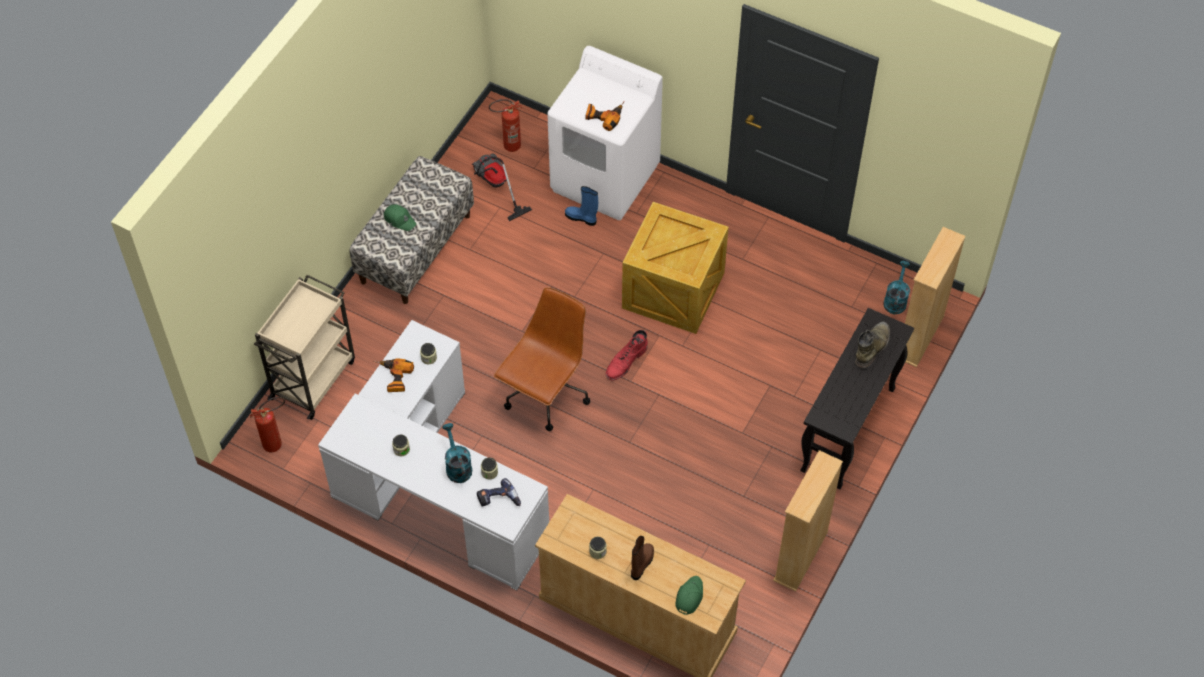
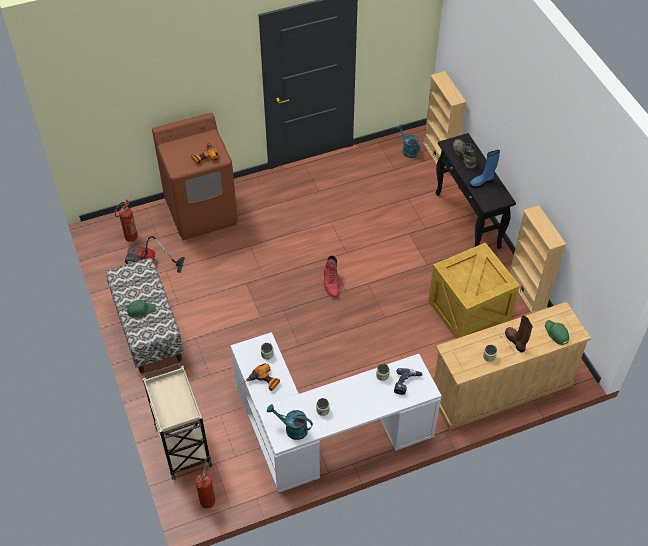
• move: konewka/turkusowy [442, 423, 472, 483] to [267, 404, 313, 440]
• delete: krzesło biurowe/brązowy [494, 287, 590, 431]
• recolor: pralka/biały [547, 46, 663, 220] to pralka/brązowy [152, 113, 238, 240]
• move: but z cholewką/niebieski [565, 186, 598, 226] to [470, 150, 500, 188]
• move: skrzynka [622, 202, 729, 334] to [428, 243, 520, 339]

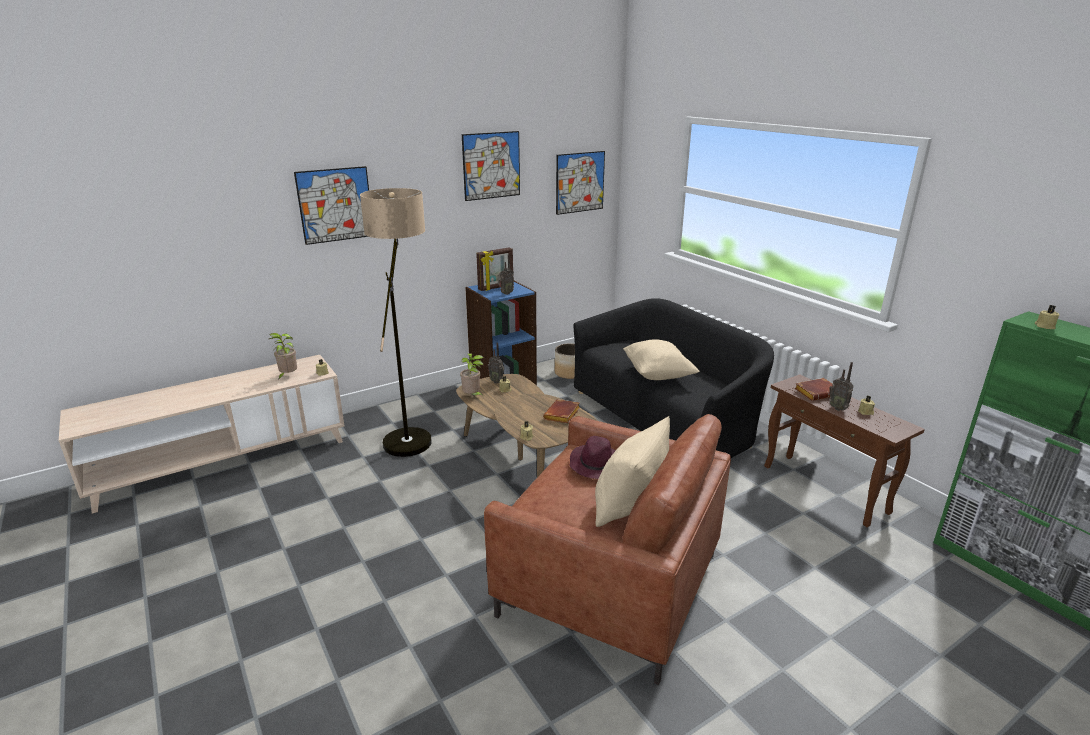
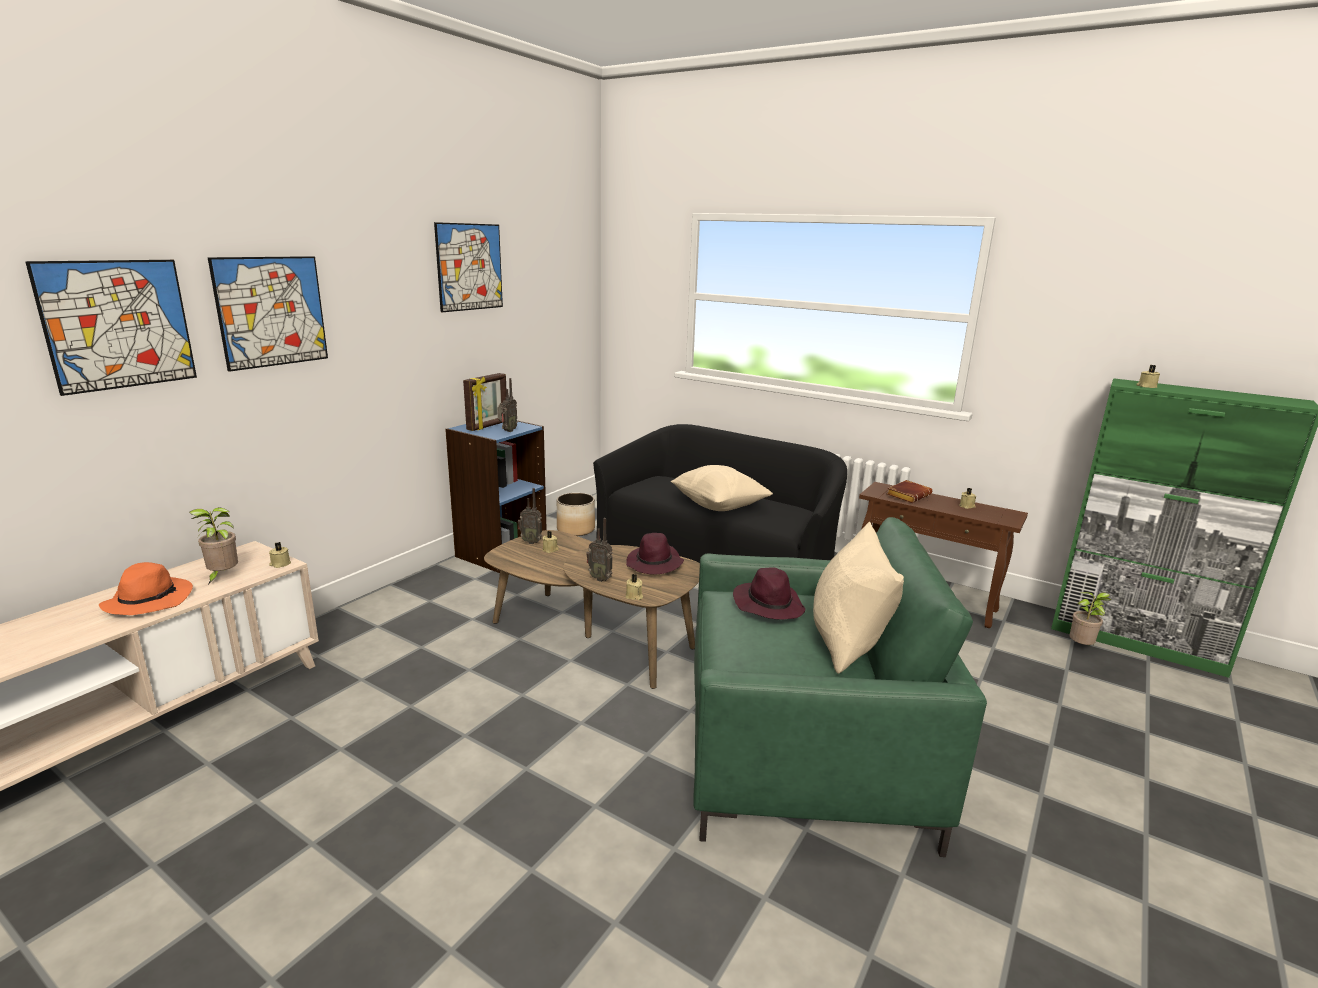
• delete: lampa stojąca [360, 188, 431, 457]
• move: roślina doniczkowa [460, 353, 484, 397] to [1070, 592, 1112, 646]
• recolor: fotel/brązowy [484, 414, 731, 685] to fotel/zielony [693, 517, 987, 857]
• replace: książka/brązowy [543, 399, 580, 423] to kapelusz/fioletowy [626, 533, 684, 575]
• move: obraz [556, 151, 605, 215] to [25, 260, 197, 396]
• move: radio [829, 362, 853, 411] to [586, 518, 613, 582]
• insert: kapelusz/pomarańczowy [99, 562, 193, 615]

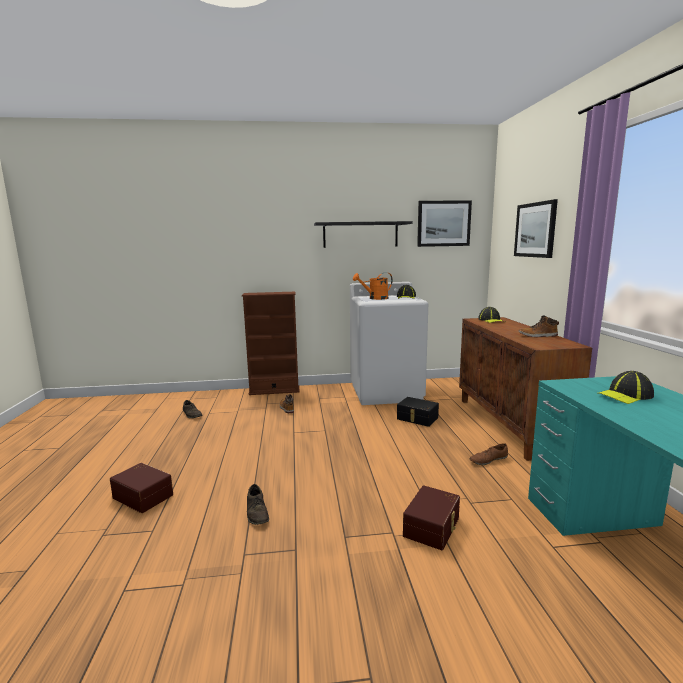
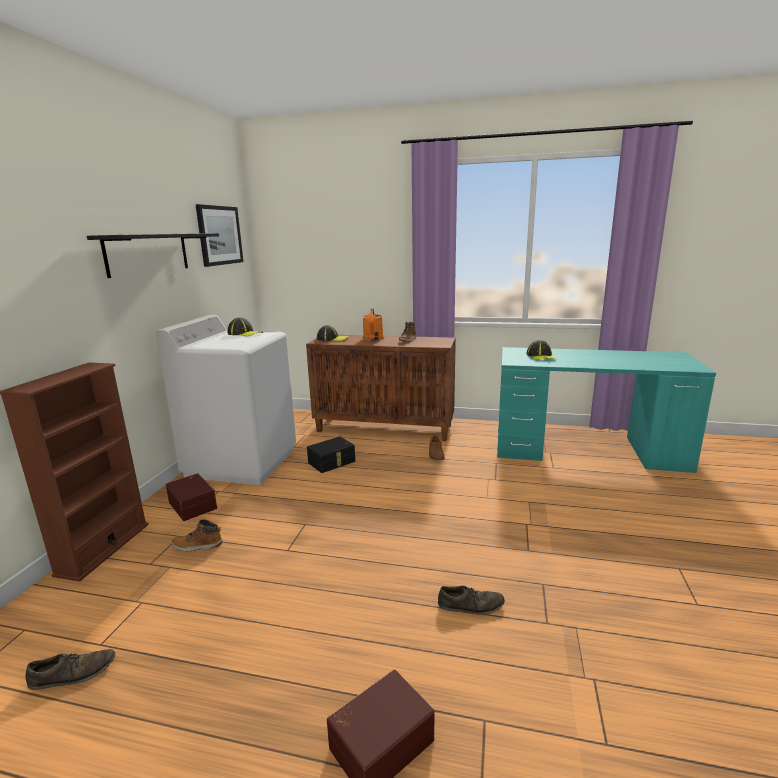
• move: konewka/pomarańczowy [353, 272, 393, 300] to [362, 309, 383, 341]
• move: pojemnik do przechowywania/brązowy [403, 485, 460, 550] to [166, 473, 217, 521]
• delete: obraz [514, 199, 558, 258]

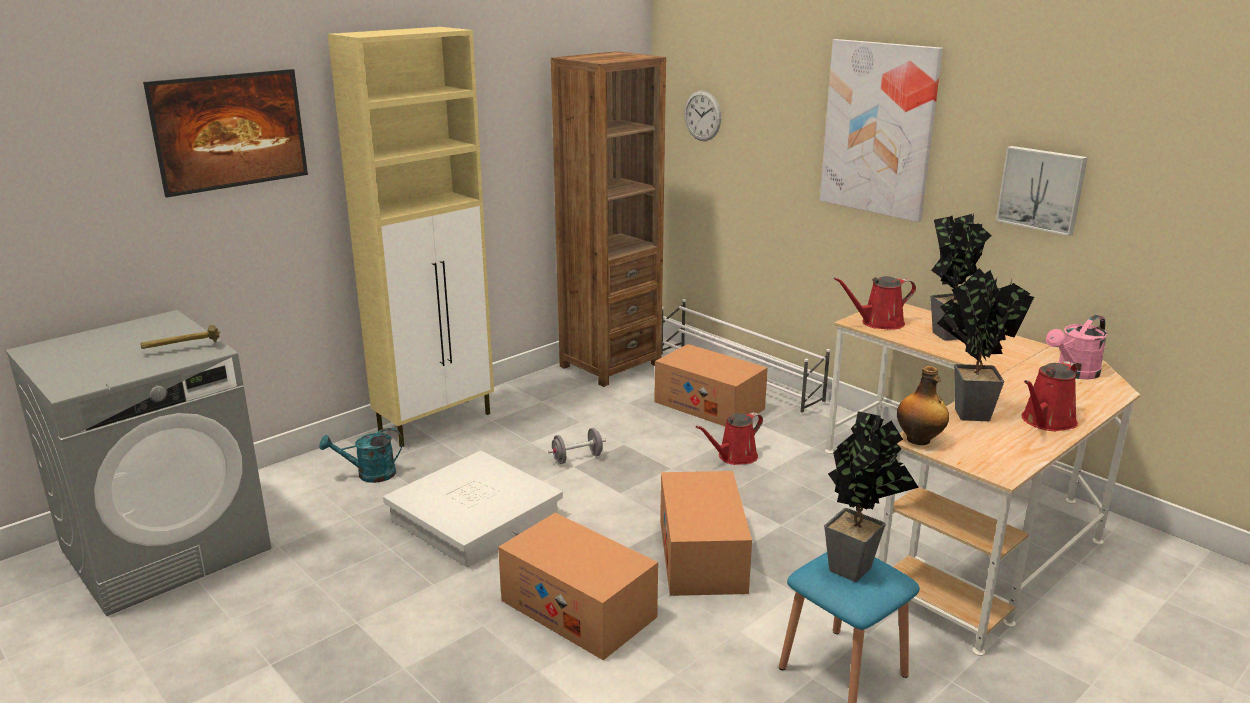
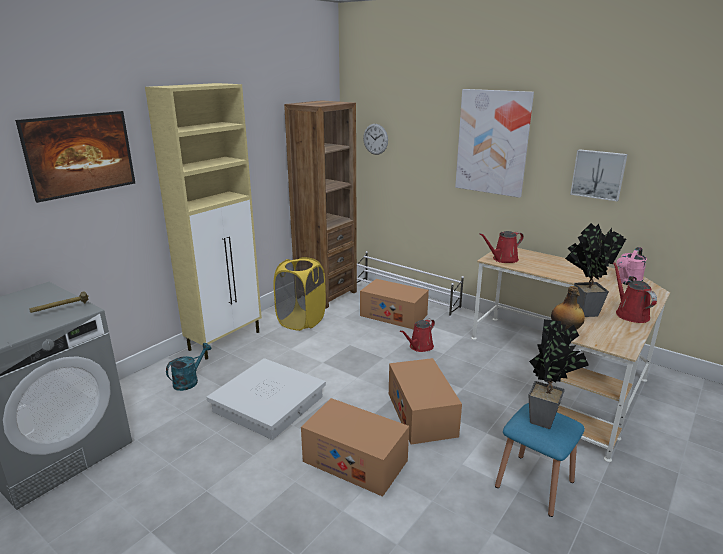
• rotate: konewka/turkusowy [319, 428, 403, 483] = [166, 343, 212, 391] 150 degrees clockwise
• delete: hantel/szary [548, 428, 606, 464]
• delete: roślina doniczkowa [931, 214, 991, 341]
• rotate: konewka/czerwony [1022, 361, 1078, 431] = [613, 262, 657, 323] 135 degrees clockwise
• insert: kosz na pranie/żółty [273, 257, 326, 331]

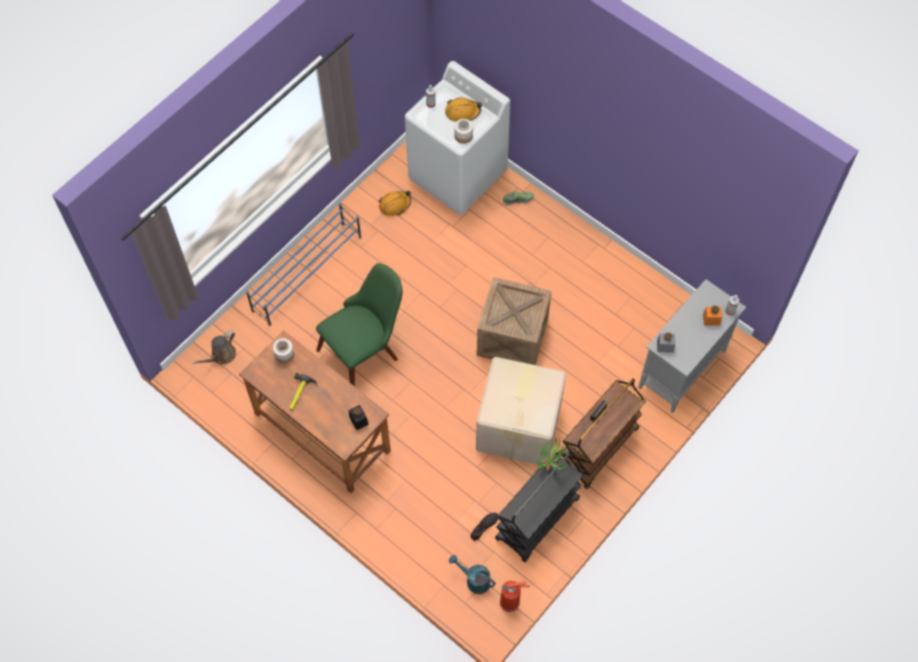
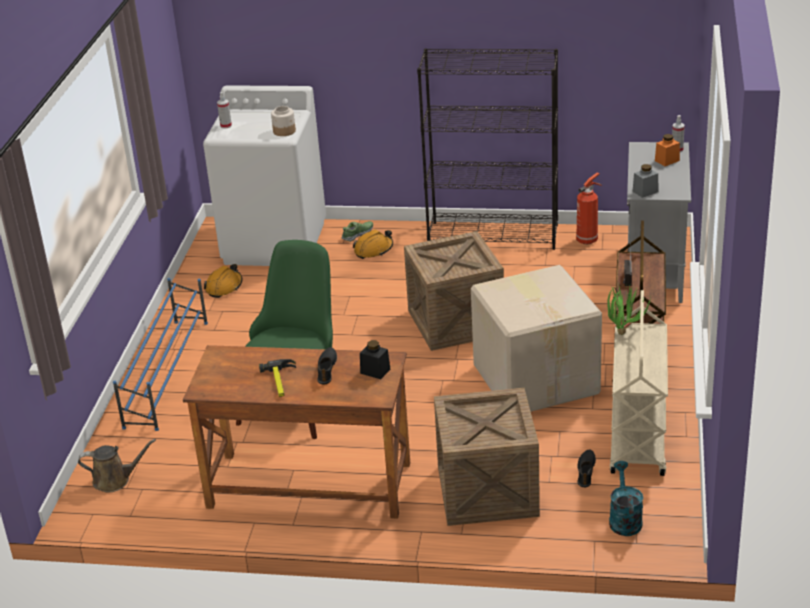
• rotate: konewka/brązowy [192, 331, 236, 365] = [78, 439, 156, 492] 105 degrees counterclockwise
• delete: słoik [273, 338, 294, 364]
• move: kask/pomarańczowy [445, 98, 482, 122] to [353, 230, 393, 259]
• rotate: konewka/turkusowy [449, 555, 496, 594] = [609, 461, 643, 536] 90 degrees clockwise
• recolor: wózek/czarny [495, 452, 584, 563] to wózek/beżowy [610, 290, 668, 476]
• move: gaśnica [500, 581, 530, 612] to [576, 172, 602, 244]
• insert: but/czarny [317, 347, 337, 384]
• insert: regał/czarny [417, 48, 558, 250]
• insert: skrzynka [434, 388, 540, 526]

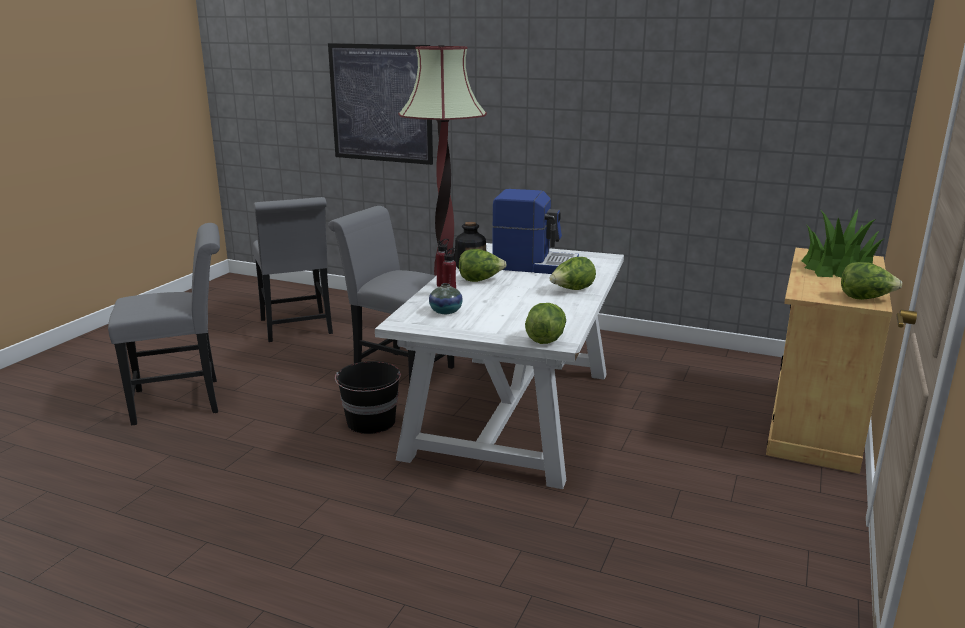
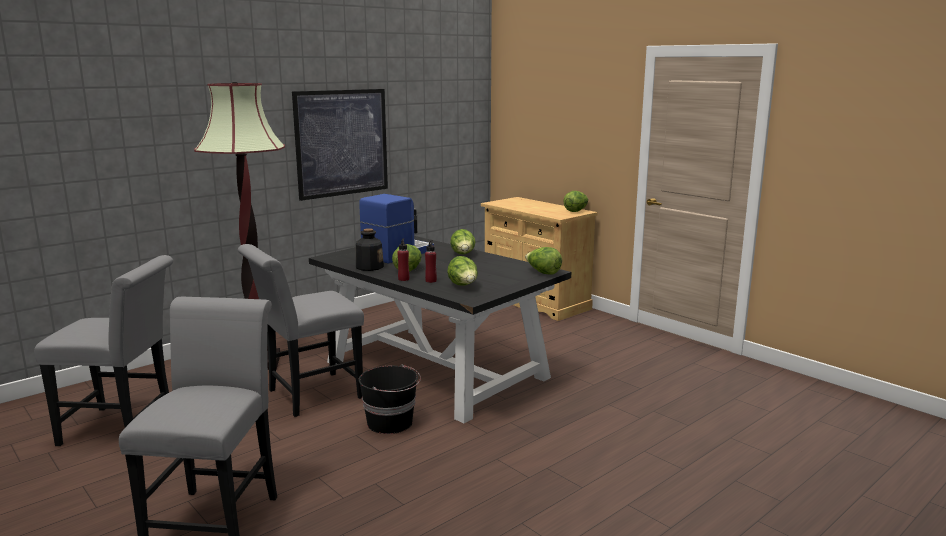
• move: obraz [328, 43, 433, 165] to [292, 89, 388, 201]
• recolor: stół jadalny/biały [375, 243, 624, 489] to stół jadalny/czarny [309, 236, 571, 423]
• replace: wazon [429, 283, 463, 314] to sałata [447, 256, 478, 286]
• delete: roślina doniczkowa [802, 209, 885, 278]

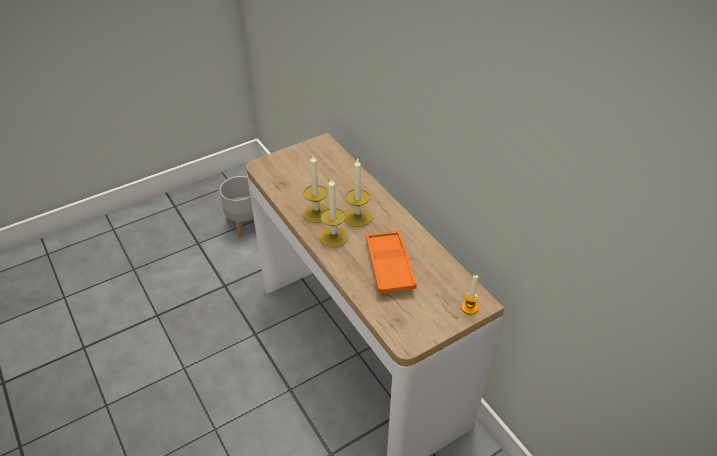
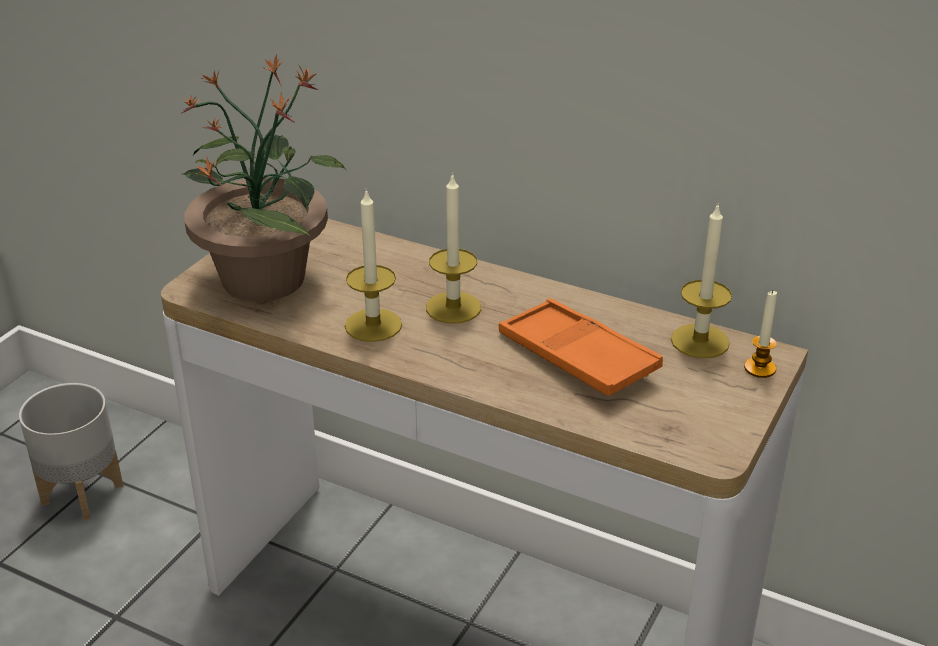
• move: świeca [320, 177, 348, 247] to [671, 204, 732, 358]
• insert: roślina doniczkowa [180, 54, 346, 302]

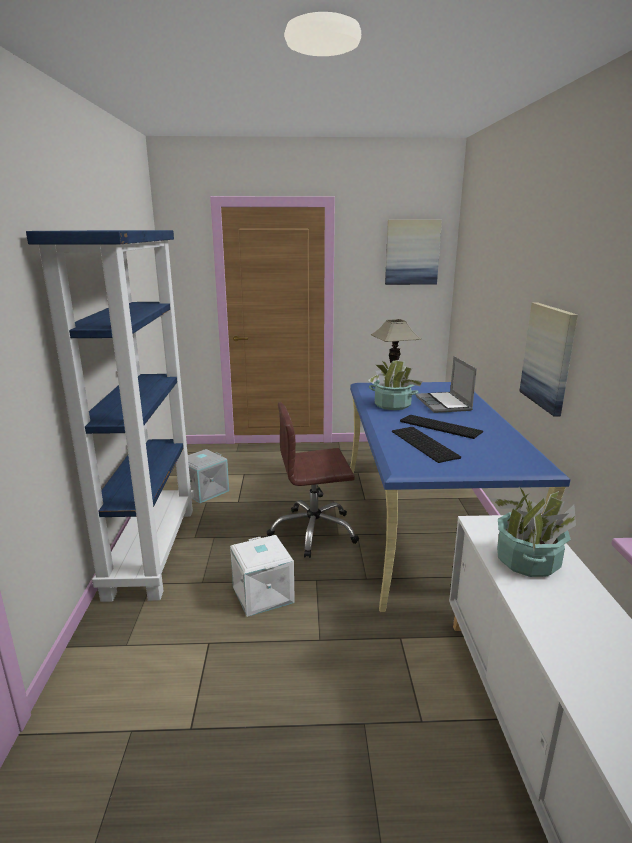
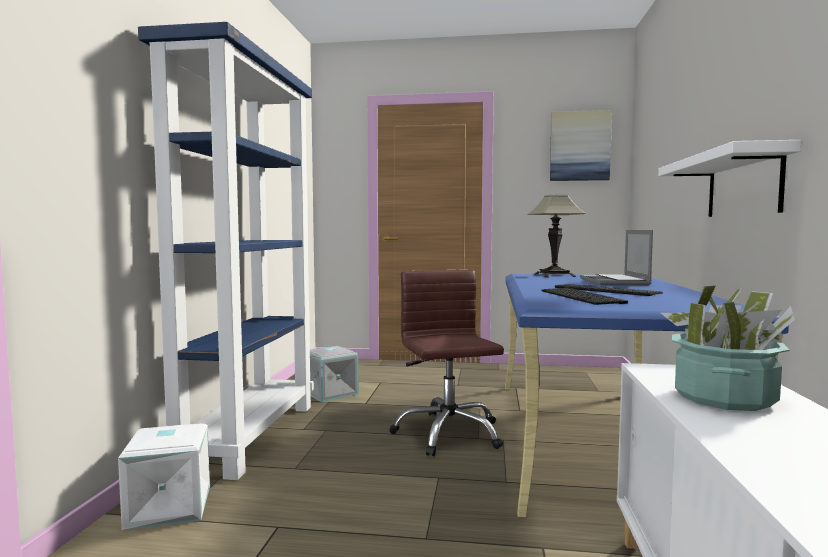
• move: pojemnik do przechowywania/biały [230, 535, 295, 617] to [118, 423, 210, 530]
• rotate: krzesło biurowe/brązowy [267, 402, 359, 558] = [389, 270, 504, 456] 75 degrees clockwise
• delete: roślina doniczkowa [368, 360, 423, 410]
• replace: obraz [519, 303, 578, 416] to półka/biały [658, 140, 801, 217]

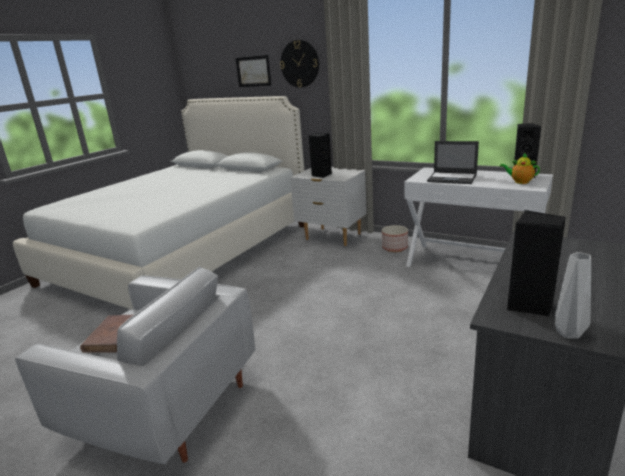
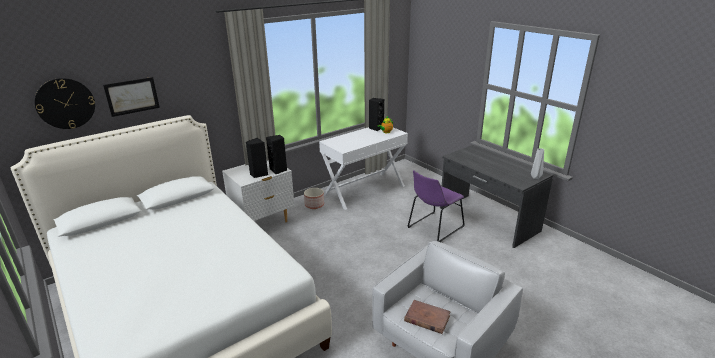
• move: zegar ścienny [280, 40, 319, 88] to [34, 78, 95, 129]
• delete: laptop [427, 141, 479, 184]
• move: głośnik/czarny [507, 210, 566, 316] to [266, 135, 287, 174]
• insert: krzesło/fioletowy [408, 170, 465, 242]

